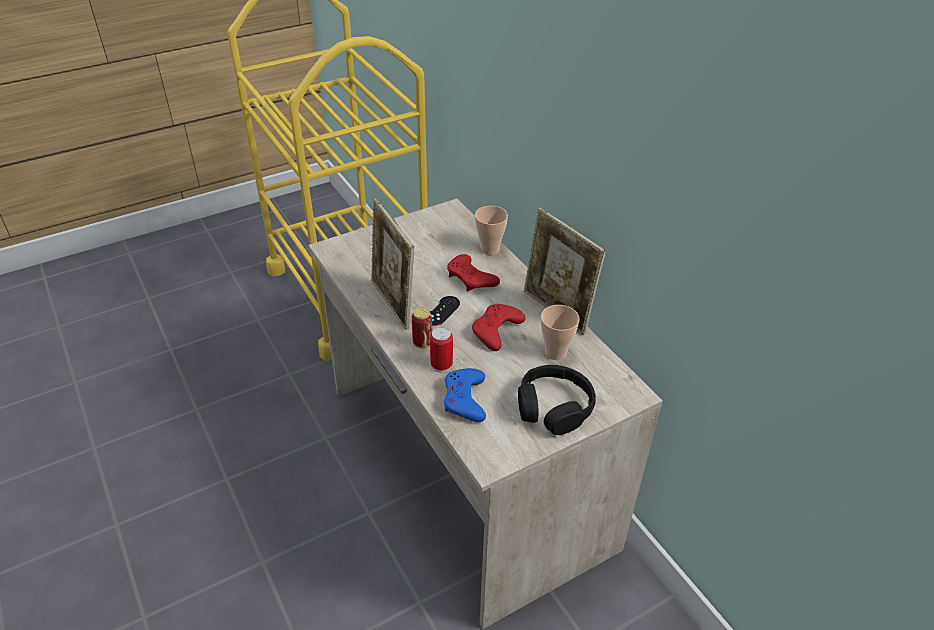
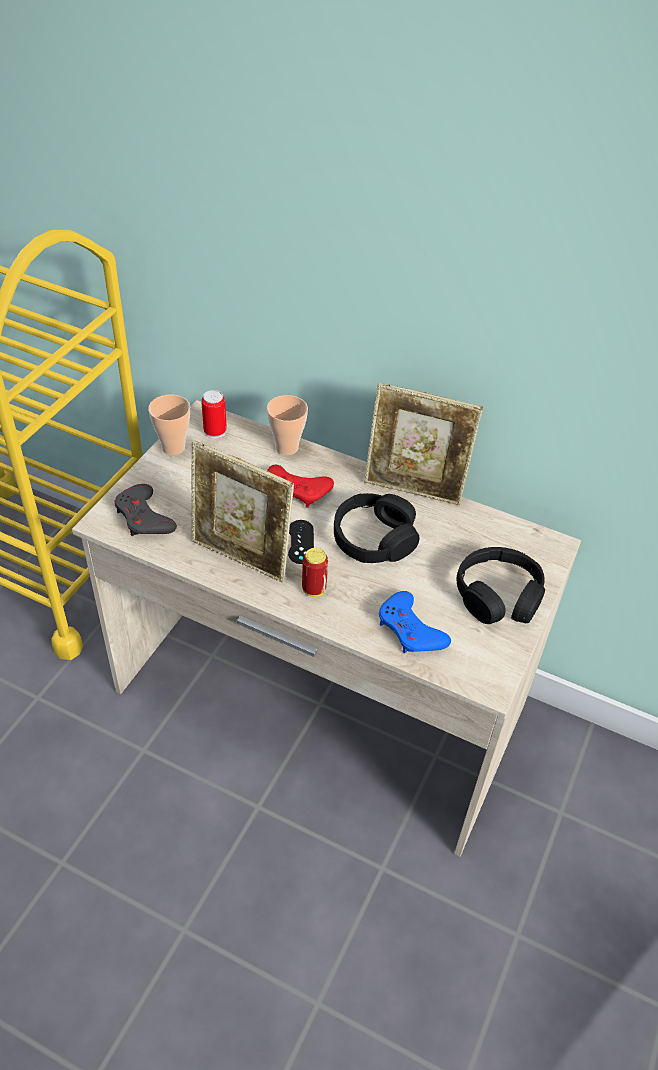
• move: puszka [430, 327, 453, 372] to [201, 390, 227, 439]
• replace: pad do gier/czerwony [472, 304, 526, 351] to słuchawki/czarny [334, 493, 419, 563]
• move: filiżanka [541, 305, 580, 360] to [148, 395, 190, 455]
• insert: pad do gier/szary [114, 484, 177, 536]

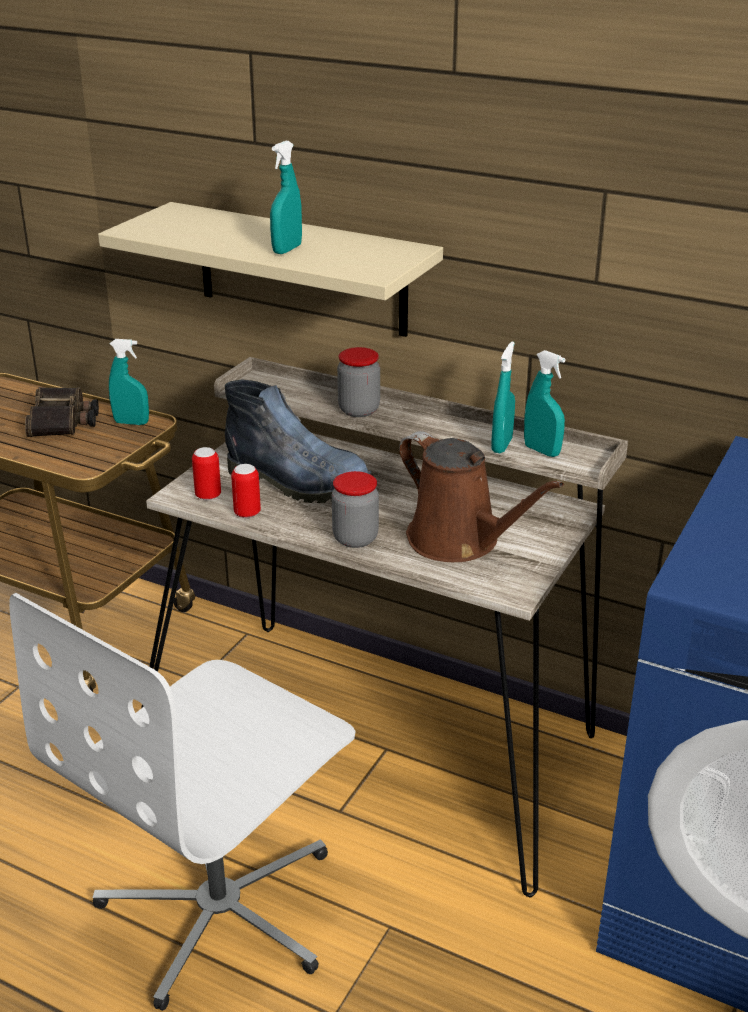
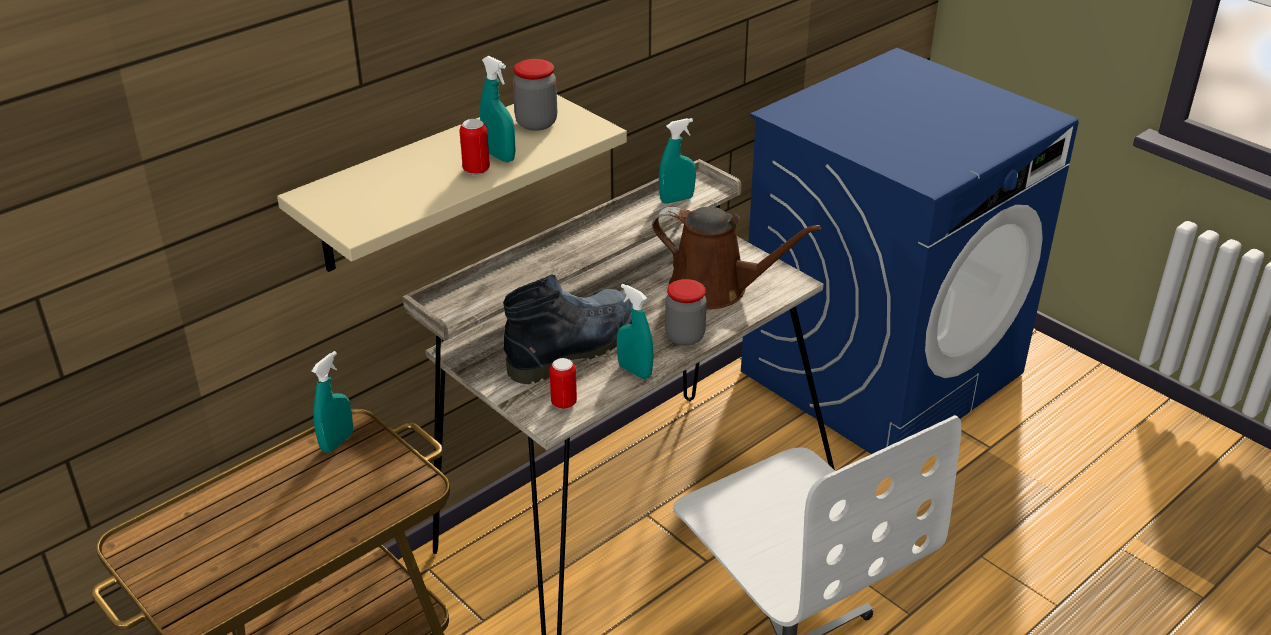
• delete: lornetka [25, 387, 99, 437]
• move: puszka [231, 464, 261, 518] to [460, 119, 490, 175]
• move: słoik [337, 347, 380, 417] to [513, 59, 557, 131]
• rotate: konewka/brązowy [399, 431, 564, 562] = [652, 207, 821, 309] 45 degrees clockwise
• move: spryskiwacz/turkusowy [491, 342, 515, 453] to [617, 284, 654, 379]

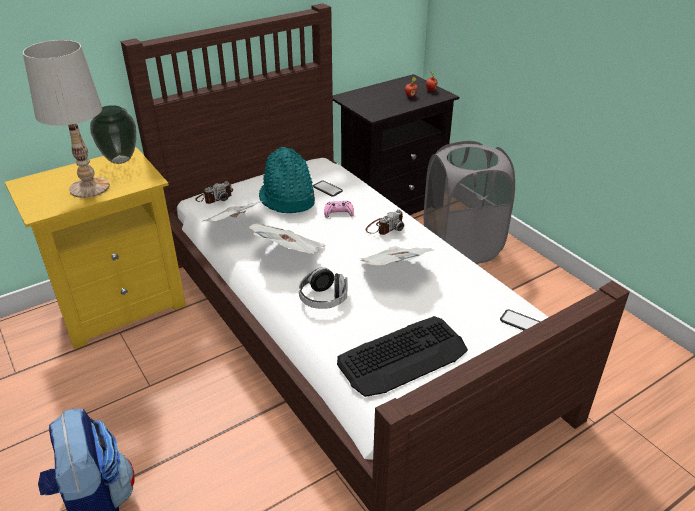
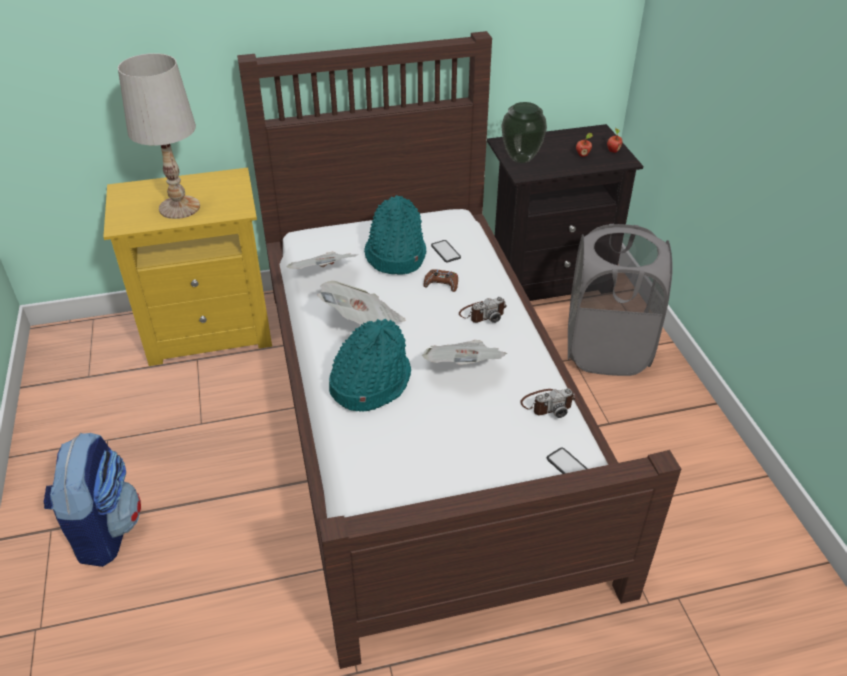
• move: wazon [90, 105, 136, 164] to [501, 102, 547, 163]
• move: aparat fotograficzny [195, 181, 233, 204] to [520, 388, 576, 418]
• replace: słuchawki [299, 267, 347, 309] to kapelusz/turkusowy [329, 319, 411, 411]
• recolor: pad do gier/różowy [324, 201, 354, 218] to pad do gier/brązowy [423, 269, 458, 292]
• delete: klawiatura [337, 316, 468, 397]

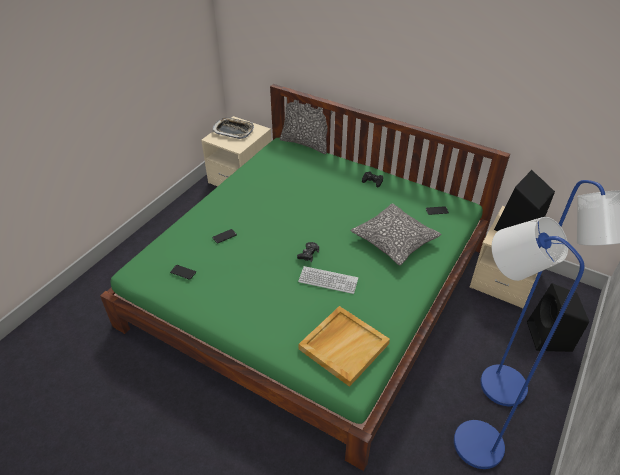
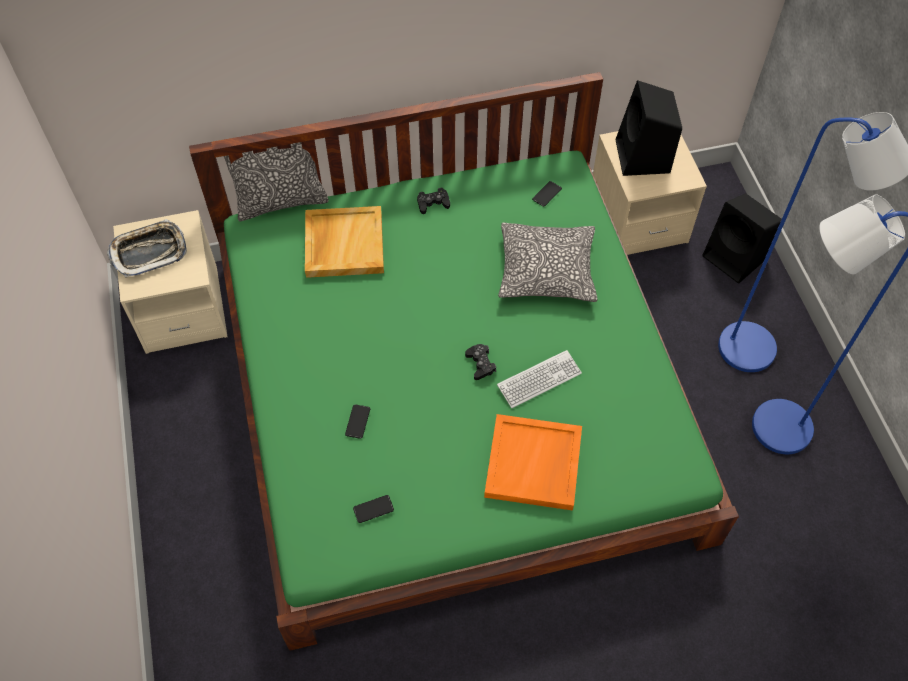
• move: taca/beżowy [299, 306, 390, 387] to [305, 206, 384, 278]
• insert: taca/pomarańczowy [484, 414, 582, 511]

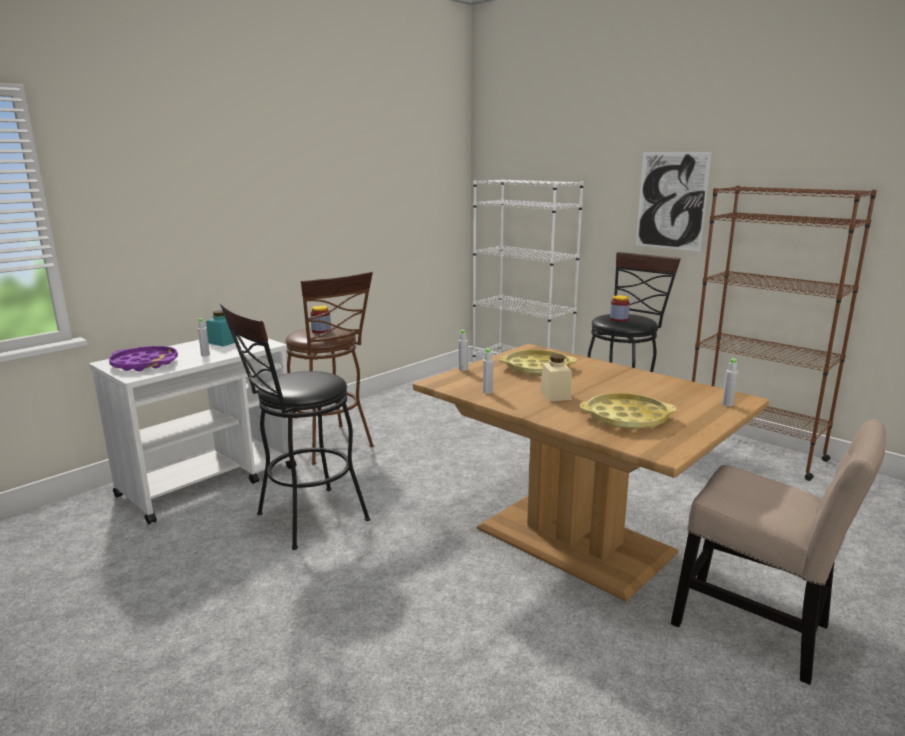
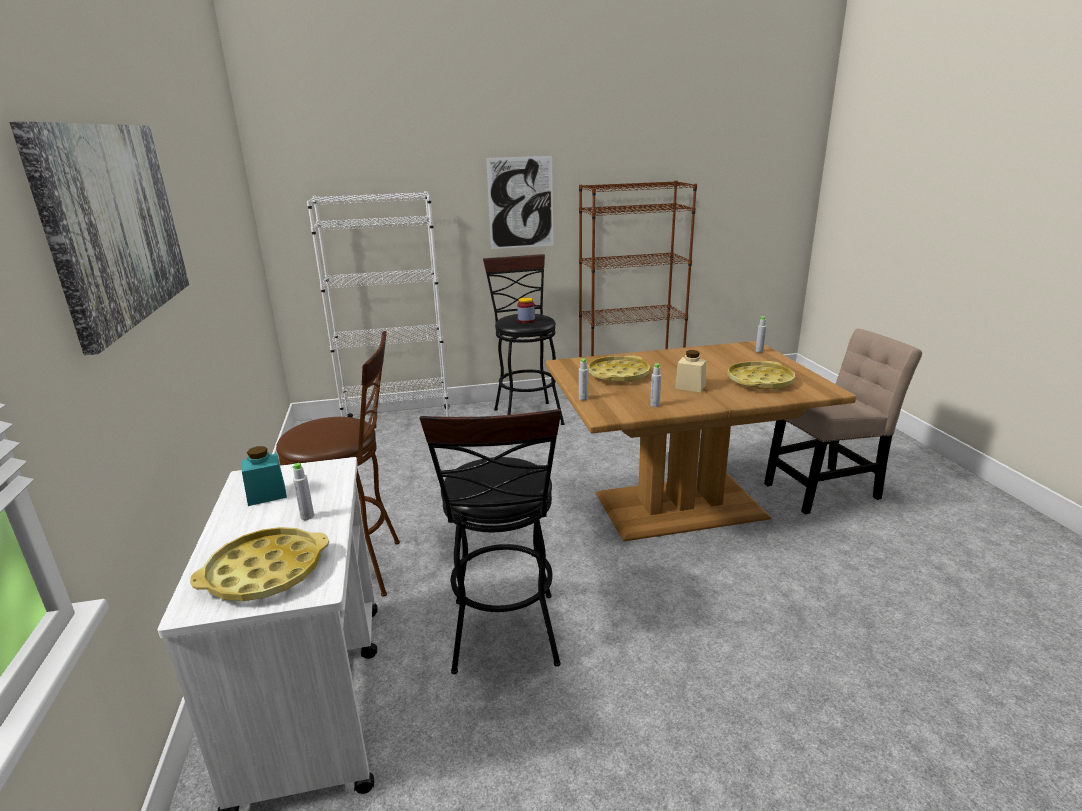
• recolor: taca/fioletowy [109, 346, 178, 372] to taca/żółty [190, 527, 329, 601]
• delete: słoik [311, 305, 331, 333]
• insert: obraz [9, 122, 189, 355]

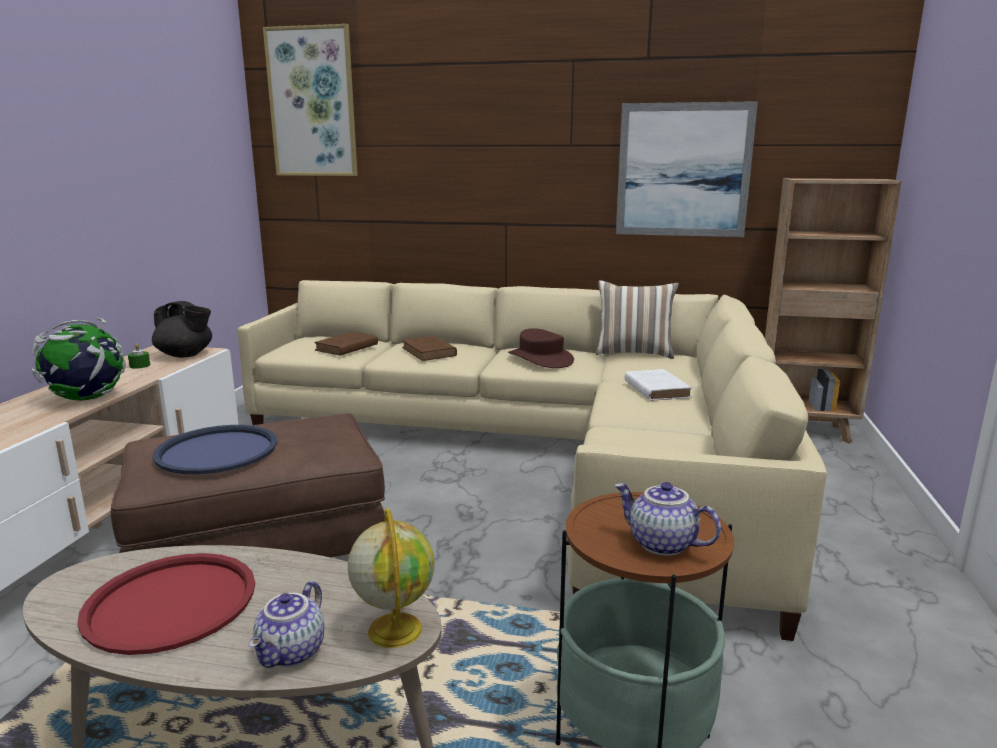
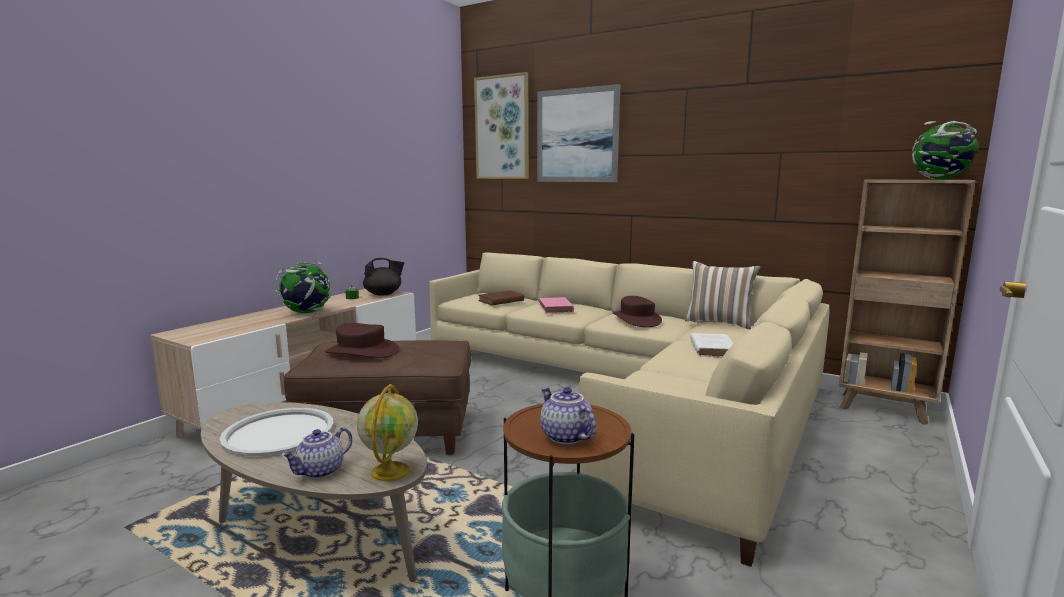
• recolor: taca/czerwony [77, 553, 255, 655] to taca/biały [220, 408, 333, 456]
• rotate: imbryk/czarny [152, 301, 212, 358] = [363, 258, 404, 296] 60 degrees counterclockwise
• replace: taca/niebieski [152, 425, 277, 474] to kapelusz/brązowy [325, 323, 399, 358]
• recolor: książka/brązowy [402, 336, 457, 361] to książka/różowy [539, 297, 574, 314]
• move: obraz [616, 101, 758, 237] to [537, 84, 620, 182]
• insert: globus [912, 121, 979, 179]

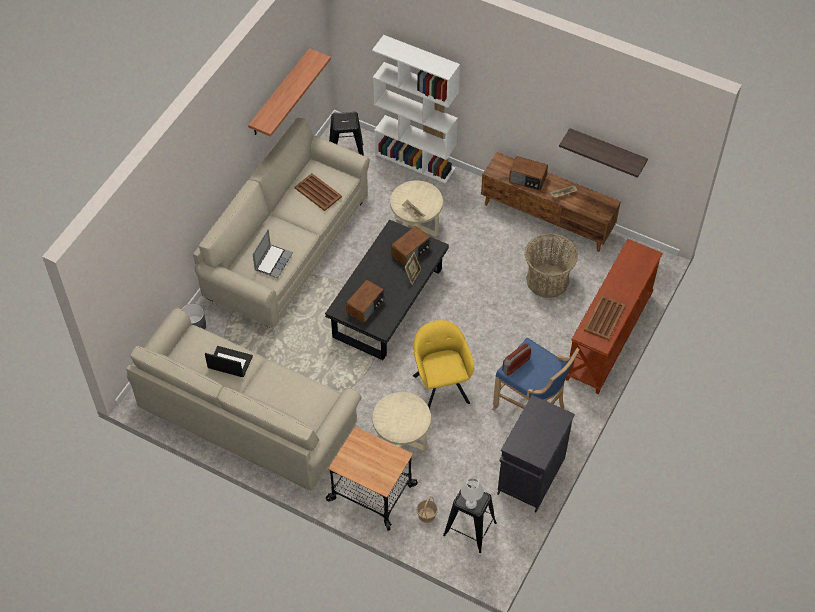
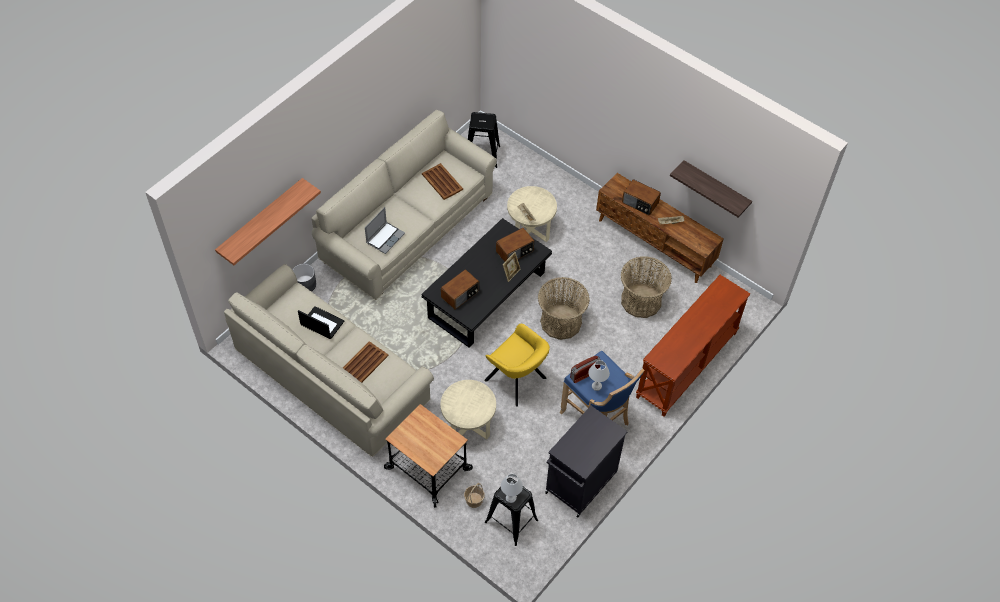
• move: półka [248, 48, 331, 137] to [215, 178, 321, 265]
• delete: regał/biały [372, 35, 460, 184]
• rotate: fotel/żółty [413, 320, 474, 409] = [484, 324, 550, 407] 135 degrees clockwise
• move: taca/brązowy [584, 295, 626, 341] to [343, 341, 388, 383]
• insert: koszyk [538, 277, 590, 340]
• insert: lampa stołowa/biały [588, 360, 610, 391]

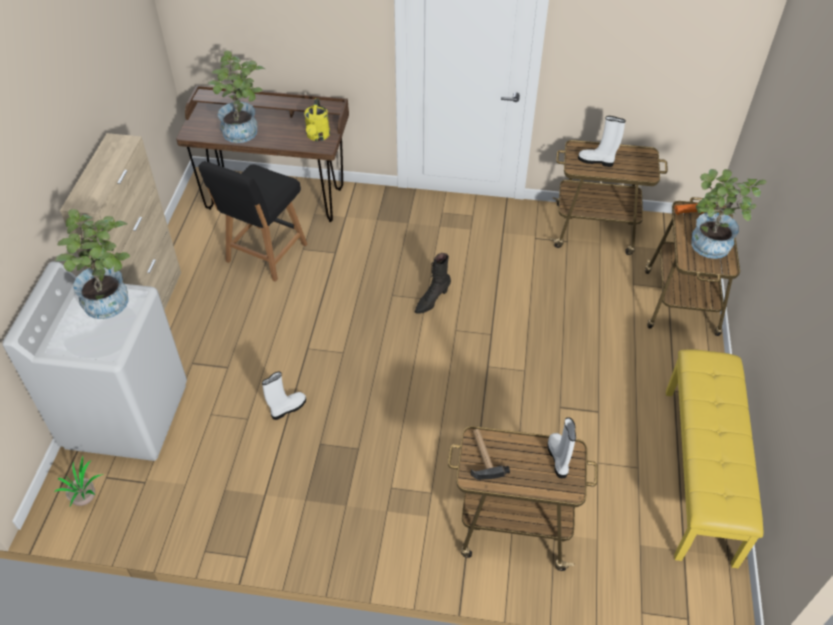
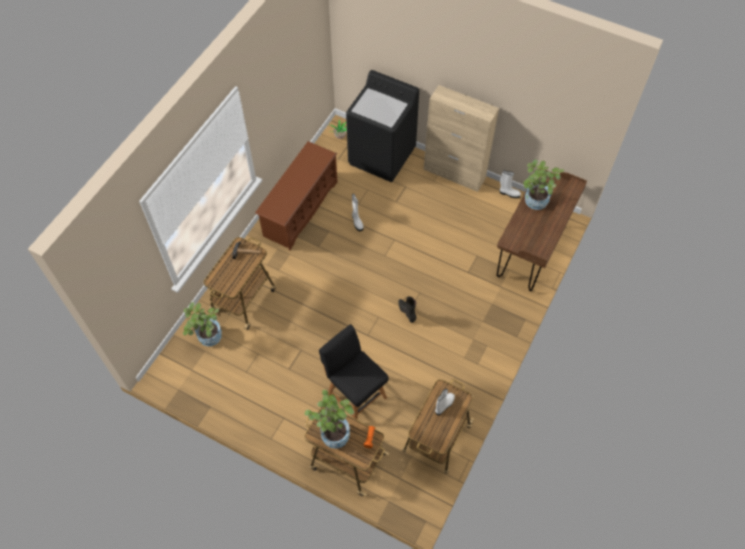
• recolor: pralka/biały [2, 261, 187, 461] to pralka/czarny [346, 70, 419, 182]
• move: roślina doniczkowa [55, 209, 130, 319] to [183, 302, 222, 346]
• move: krzesło/czarny [199, 161, 307, 282] to [319, 324, 389, 420]
• delete: konewka/żółty [304, 98, 330, 141]
• move: but z cholewką/biały [547, 417, 576, 478] to [499, 170, 521, 198]
• delete: ławka/żółty [666, 349, 763, 568]
• insert: regał na buty/brązowy [255, 141, 337, 250]

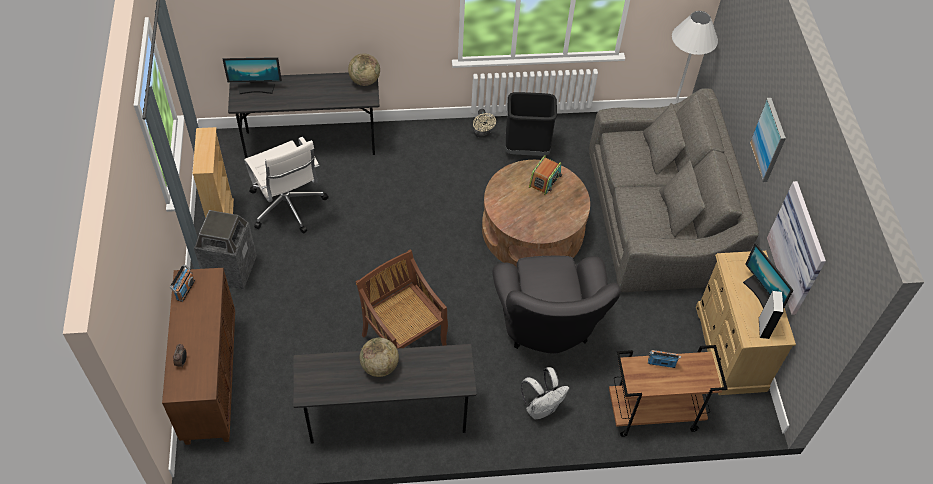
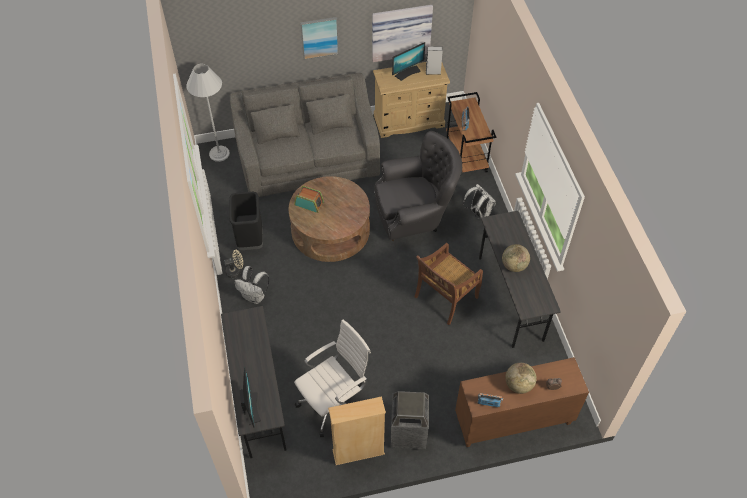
• move: globus [348, 53, 380, 86] to [505, 363, 537, 394]
• insert: plecak/biały [235, 266, 269, 304]

